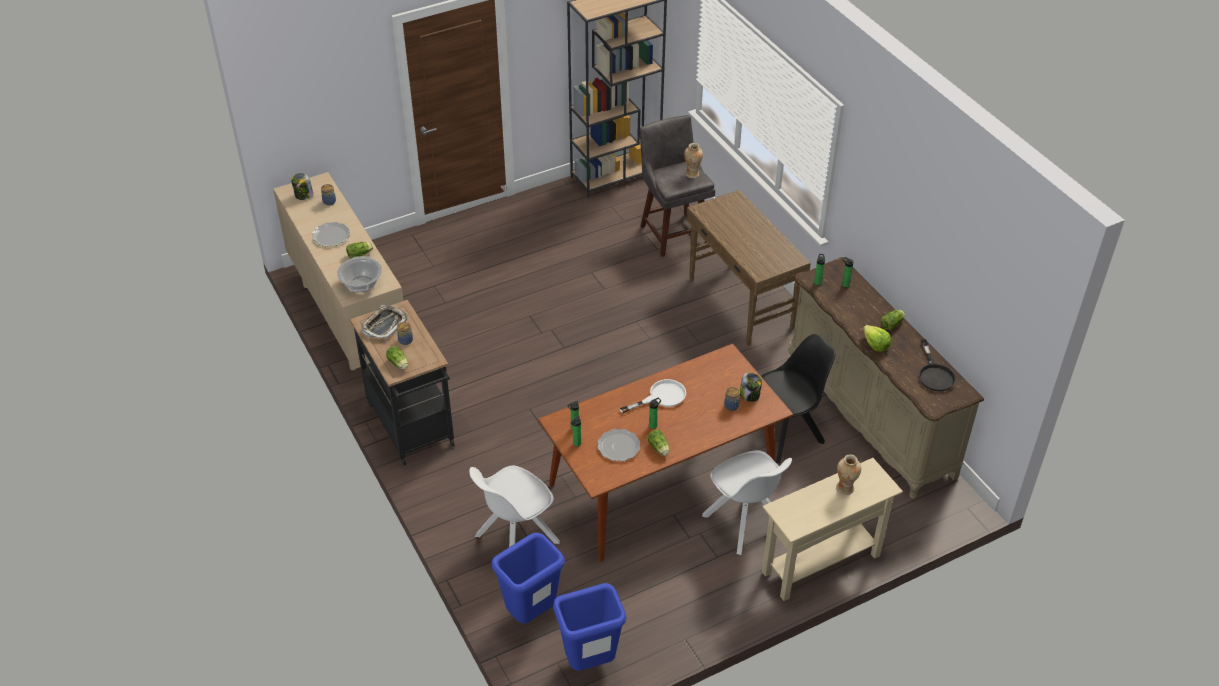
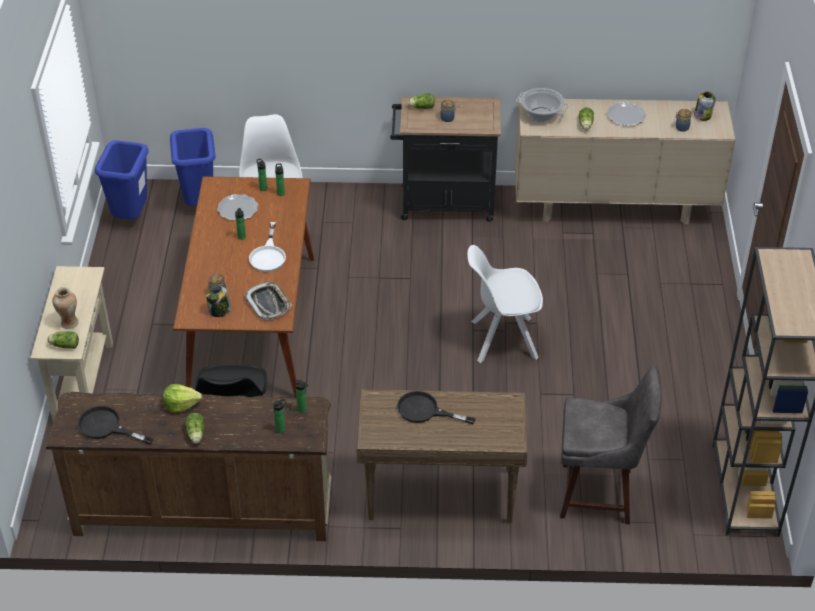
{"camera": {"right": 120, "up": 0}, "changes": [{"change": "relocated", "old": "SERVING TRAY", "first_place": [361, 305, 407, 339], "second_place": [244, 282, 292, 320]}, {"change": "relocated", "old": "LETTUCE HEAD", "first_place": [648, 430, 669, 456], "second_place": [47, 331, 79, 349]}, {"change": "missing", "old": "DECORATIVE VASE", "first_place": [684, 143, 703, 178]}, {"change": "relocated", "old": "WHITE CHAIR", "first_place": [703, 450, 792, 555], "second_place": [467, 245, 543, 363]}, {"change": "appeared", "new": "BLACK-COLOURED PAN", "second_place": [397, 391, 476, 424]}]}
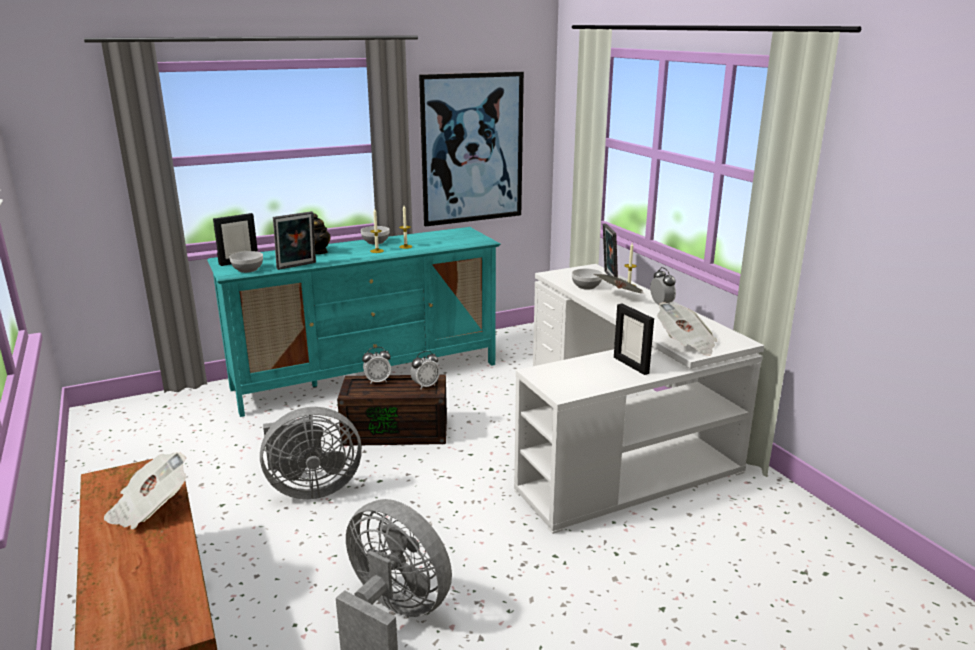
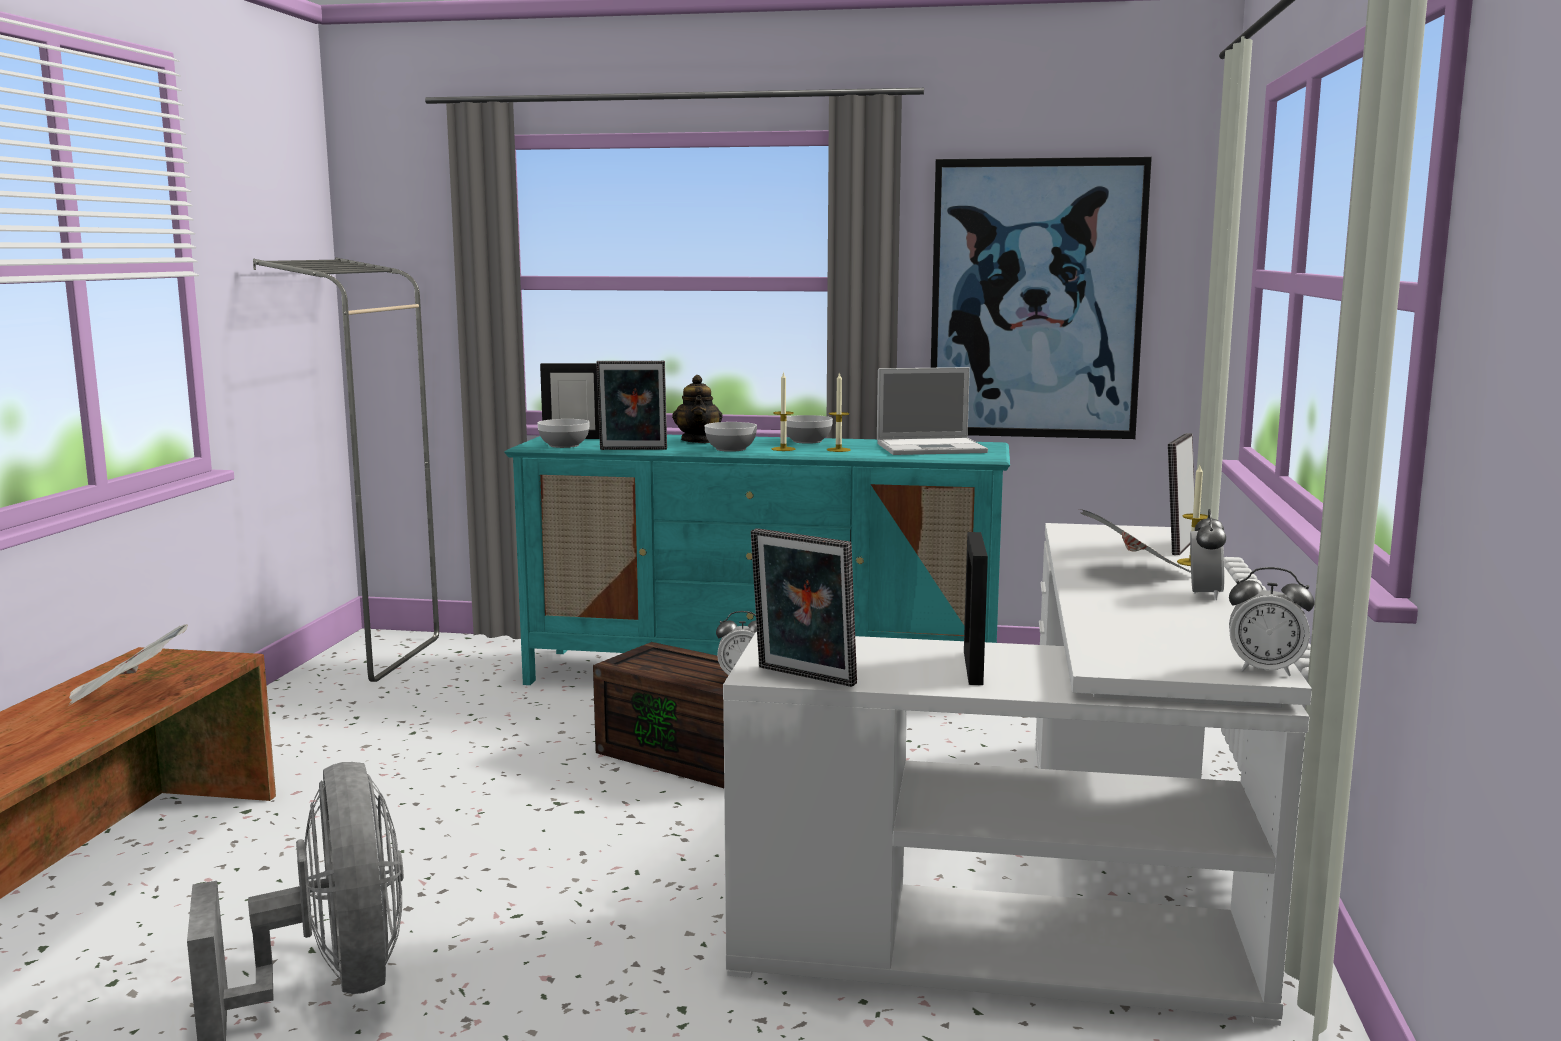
{"camera": {"right": 35, "up": -10}, "changes": [{"change": "missing", "old": "GREYISH FAN", "first_place": [260, 407, 362, 499]}, {"change": "relocated", "old": "ALARM CLOCK", "first_place": [362, 347, 391, 384], "second_place": [1229, 567, 1314, 676]}, {"change": "relocated", "old": "BOWL", "first_place": [572, 268, 603, 290], "second_place": [705, 422, 757, 452]}, {"change": "missing", "old": "NEWSPAPER", "first_place": [657, 302, 717, 356]}, {"change": "appeared", "new": "GREYISH CLOTHES RACK", "second_place": [253, 257, 439, 682]}, {"change": "appeared", "new": "PHOTO FRAME", "second_place": [751, 528, 857, 687]}, {"change": "appeared", "new": "NOTEBOOK COMPUTER", "second_place": [877, 367, 988, 455]}]}
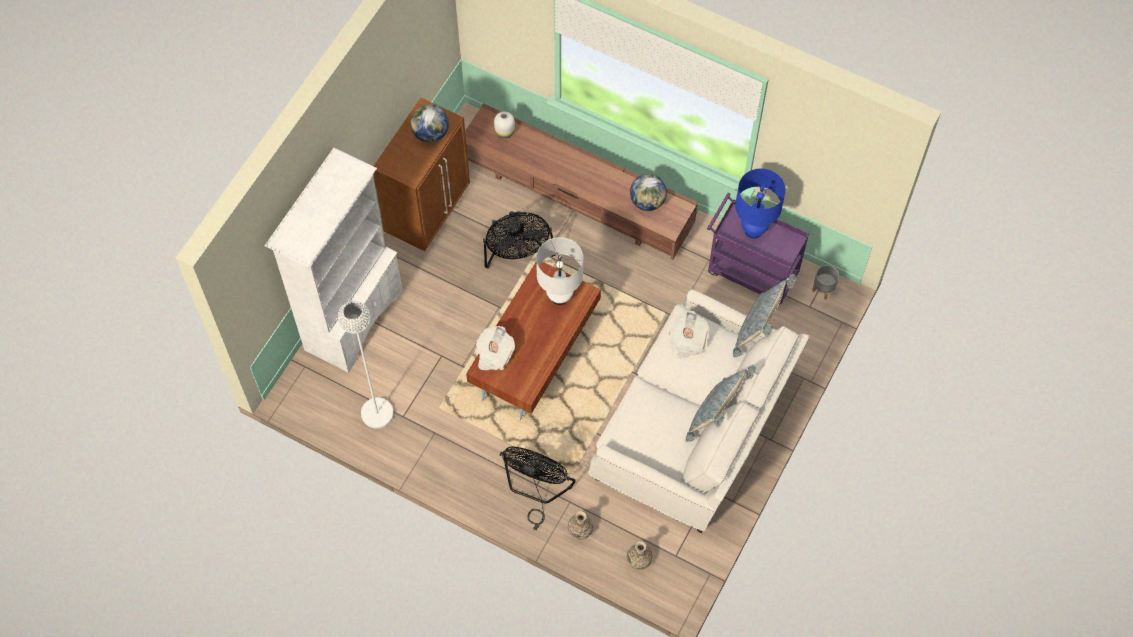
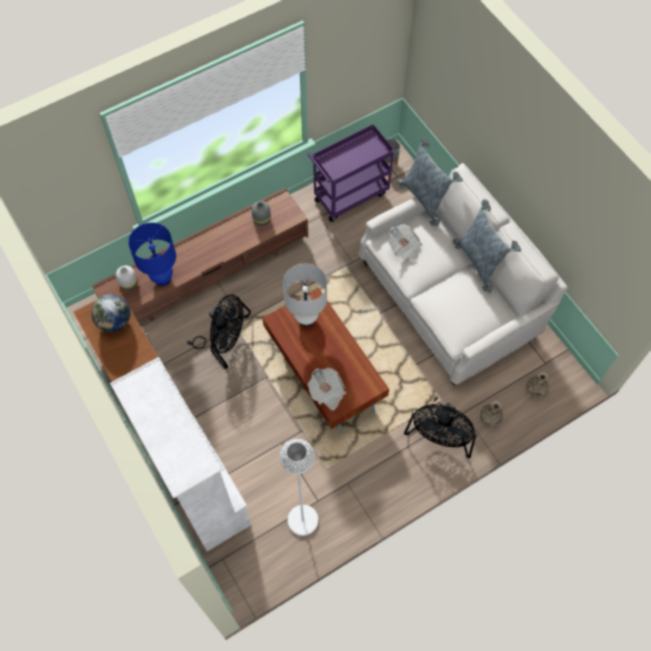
{"camera": {"right": -60, "up": 0}, "changes": [{"change": "spun", "old": "BLACK-COLOURED FAN", "first_place": [499, 447, 576, 531], "second_place": [404, 396, 477, 458], "degrees": -120}, {"change": "exchanged", "old": "WORLD GLOBE", "new": "GREYISH DECORATIVE VASE", "first_place": [630, 174, 667, 211], "second_place": [252, 201, 271, 225]}, {"change": "relocated", "old": "BLUE-COLOURED TABLETOP LAMP", "first_place": [735, 168, 786, 239], "second_place": [128, 223, 176, 286]}]}
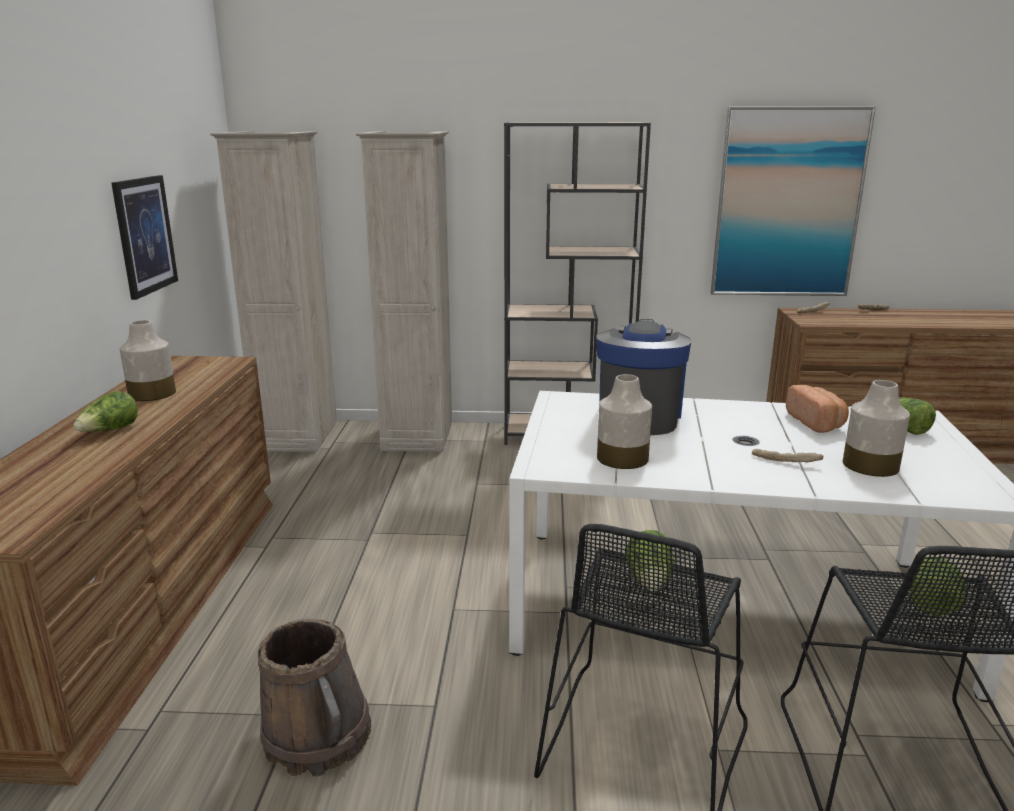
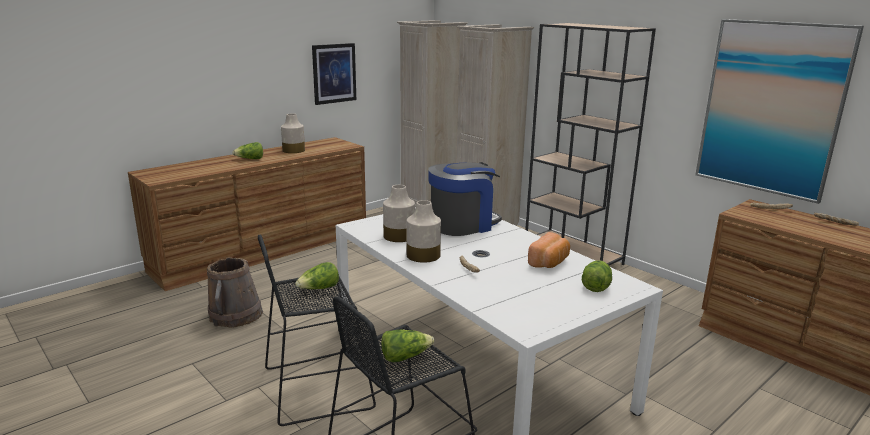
{"camera": {"right": 45, "up": 0}, "changes": [{"change": "relocated", "old": "SAND-COLOURED DECORATIVE VASE", "first_place": [843, 380, 910, 477], "second_place": [407, 200, 441, 263]}]}
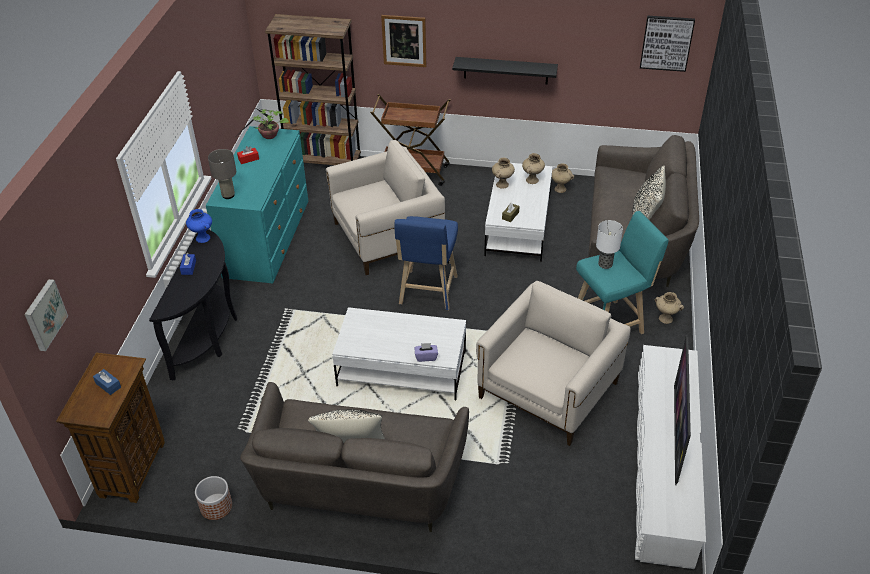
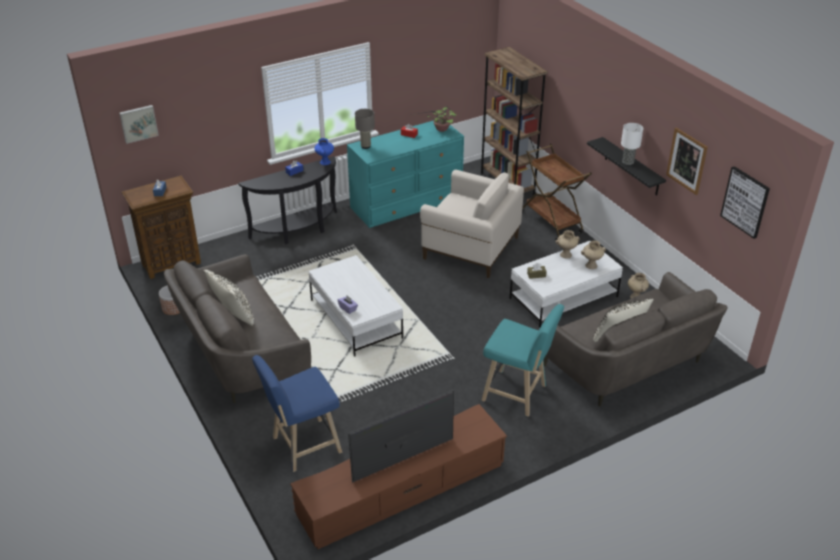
{"camera": {"right": 50, "up": -5}, "changes": [{"change": "relocated", "old": "WALL PICTURE", "first_place": [381, 15, 426, 67], "second_place": [666, 128, 708, 195]}, {"change": "relocated", "old": "BLUE-COLOURED SITTING STOOL", "first_place": [394, 216, 458, 310], "second_place": [252, 355, 342, 472]}, {"change": "missing", "old": "SAND-COLOURED ARMCHAIR", "first_place": [476, 281, 631, 446]}, {"change": "relocated", "old": "TABLETOP LAMP", "first_place": [596, 220, 623, 269], "second_place": [621, 123, 643, 165]}, {"change": "colour", "old": "WHITE MEDIA CONSOLE", "new": "BROWN-COLOURED MEDIA CONSOLE", "first_place": [635, 345, 706, 569], "second_place": [290, 404, 507, 549]}, {"change": "missing", "old": "SAND-COLOURED DECORATIVE VASE", "first_place": [655, 292, 684, 324]}]}
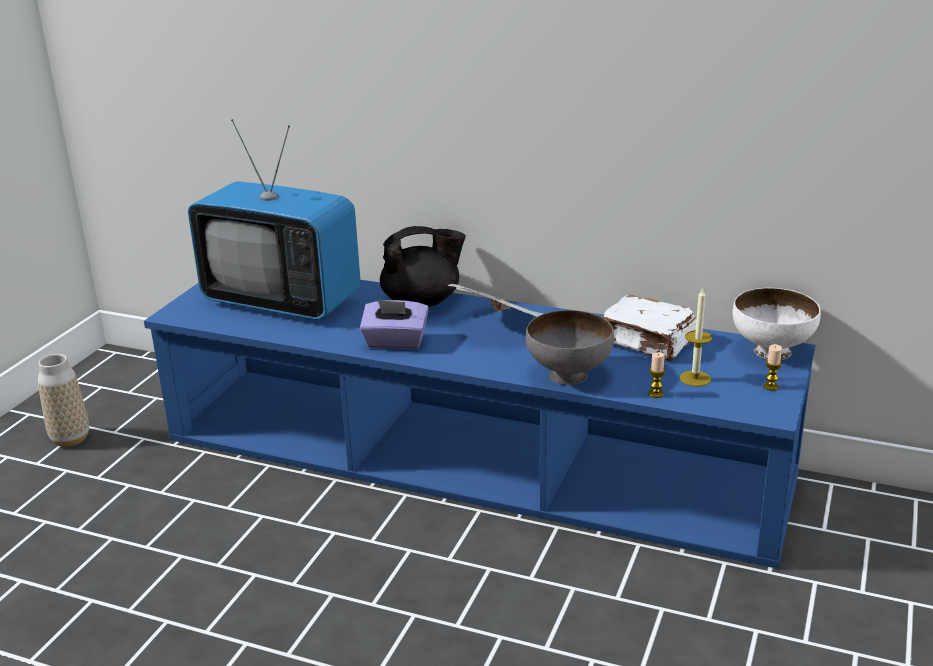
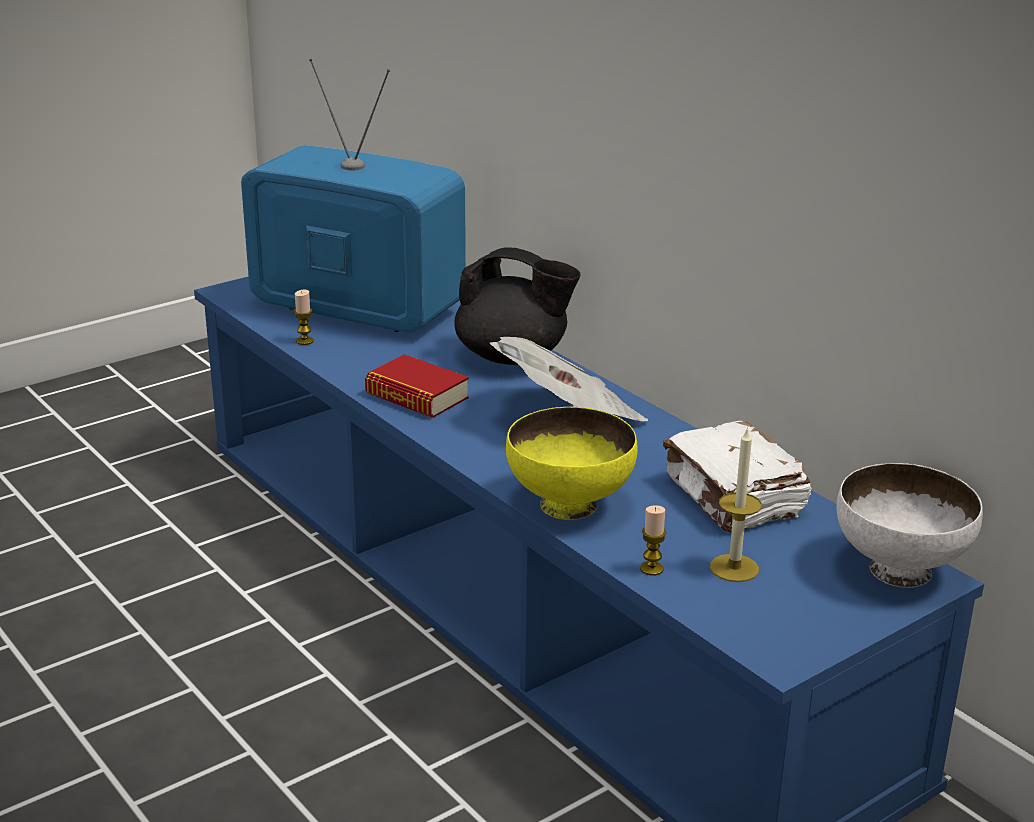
{"camera": {"right": 30, "up": 0}, "changes": [{"change": "missing", "old": "DECORATIVE VASE", "first_place": [38, 354, 89, 447]}, {"change": "spun", "old": "TV SET", "first_place": [188, 119, 361, 320], "second_place": [241, 59, 466, 333], "degrees": 150}, {"change": "exchanged", "old": "PURPLE-COLOURED TISSUE BOX", "new": "VOLUME", "first_place": [360, 300, 429, 350], "second_place": [365, 354, 469, 418]}, {"change": "colour", "old": "GREYISH BOWL", "new": "YELLOW-COLOURED BOWL", "first_place": [526, 310, 614, 385], "second_place": [506, 407, 638, 520]}, {"change": "relocated", "old": "WAX CANDLE", "first_place": [763, 344, 782, 391], "second_place": [294, 290, 314, 345]}]}
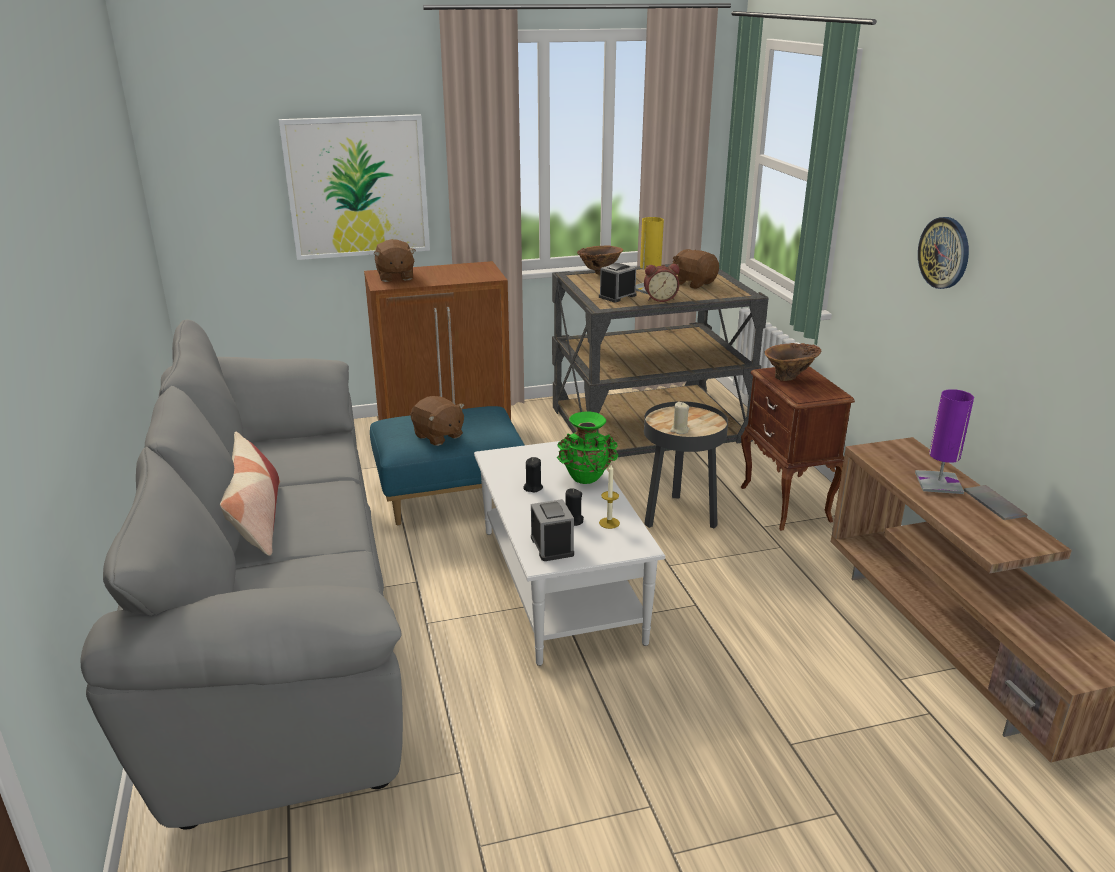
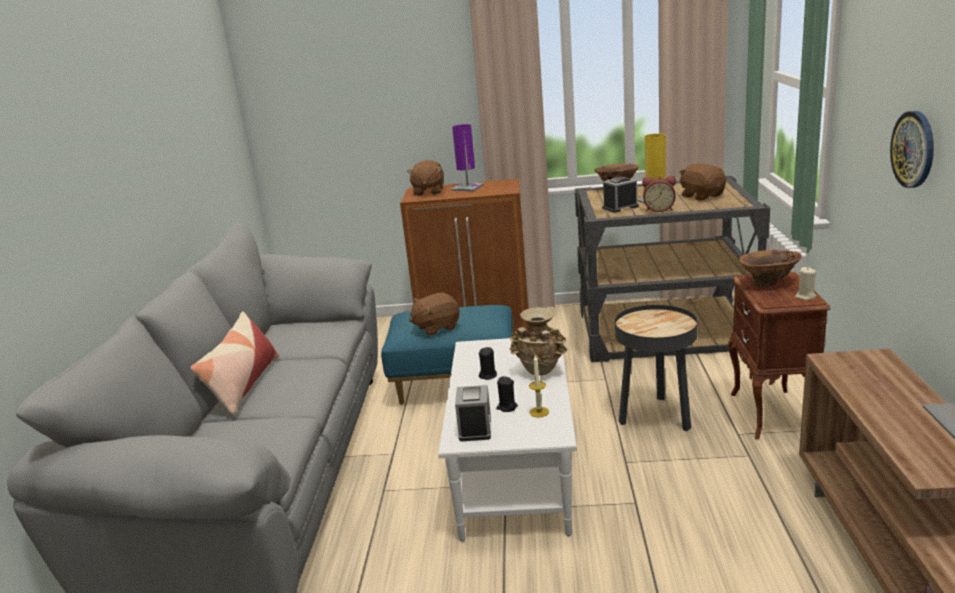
{"camera": {"right": 20, "up": -5}, "changes": [{"change": "missing", "old": "WALL PICTURE", "first_place": [279, 114, 430, 260]}, {"change": "spun", "old": "BROWN-COLOURED CUDDLY TOY", "first_place": [410, 396, 464, 446], "second_place": [409, 293, 460, 336], "degrees": 90}, {"change": "colour", "old": "GREENISH DECORATIVE VASE", "new": "SAND-COLOURED DECORATIVE VASE", "first_place": [557, 412, 618, 484], "second_place": [510, 307, 567, 375]}, {"change": "relocated", "old": "SAND-COLOURED WAX CANDLE", "first_place": [670, 402, 689, 434], "second_place": [795, 267, 816, 300]}, {"change": "relocated", "old": "PURPLE-COLOURED TABLETOP LAMP", "first_place": [915, 389, 974, 494], "second_place": [451, 124, 484, 191]}]}
